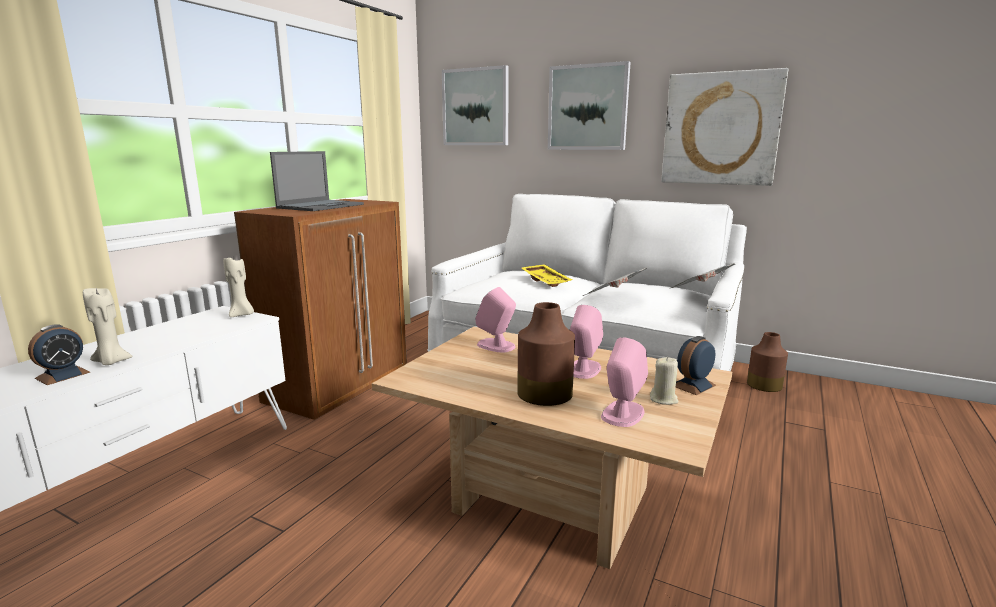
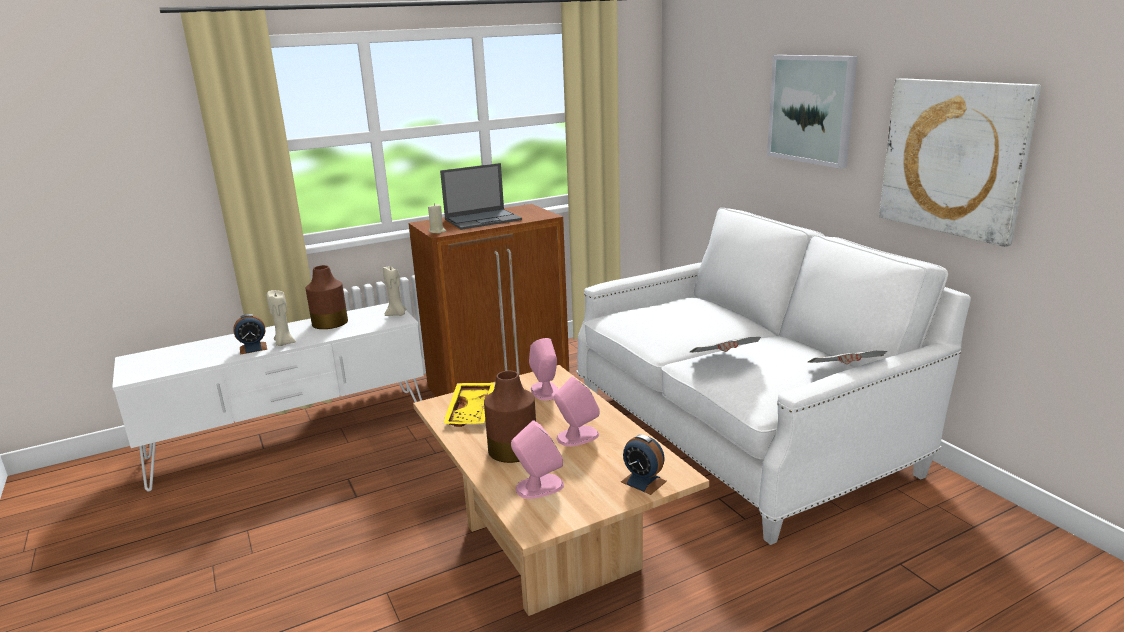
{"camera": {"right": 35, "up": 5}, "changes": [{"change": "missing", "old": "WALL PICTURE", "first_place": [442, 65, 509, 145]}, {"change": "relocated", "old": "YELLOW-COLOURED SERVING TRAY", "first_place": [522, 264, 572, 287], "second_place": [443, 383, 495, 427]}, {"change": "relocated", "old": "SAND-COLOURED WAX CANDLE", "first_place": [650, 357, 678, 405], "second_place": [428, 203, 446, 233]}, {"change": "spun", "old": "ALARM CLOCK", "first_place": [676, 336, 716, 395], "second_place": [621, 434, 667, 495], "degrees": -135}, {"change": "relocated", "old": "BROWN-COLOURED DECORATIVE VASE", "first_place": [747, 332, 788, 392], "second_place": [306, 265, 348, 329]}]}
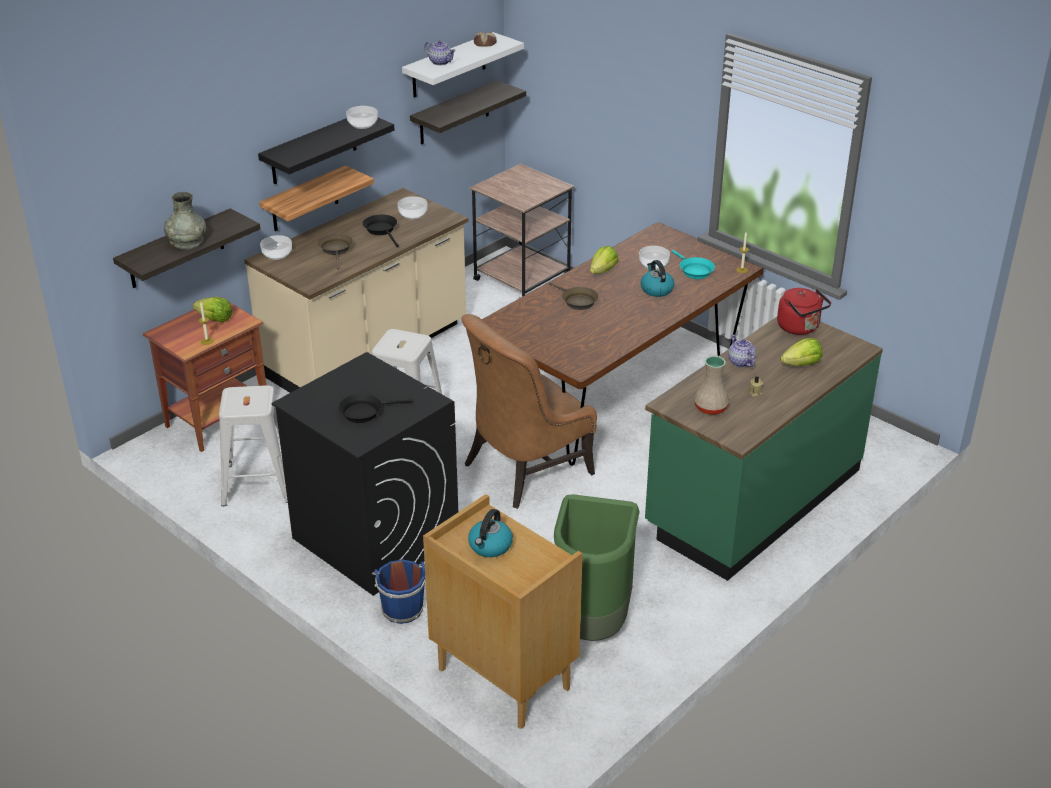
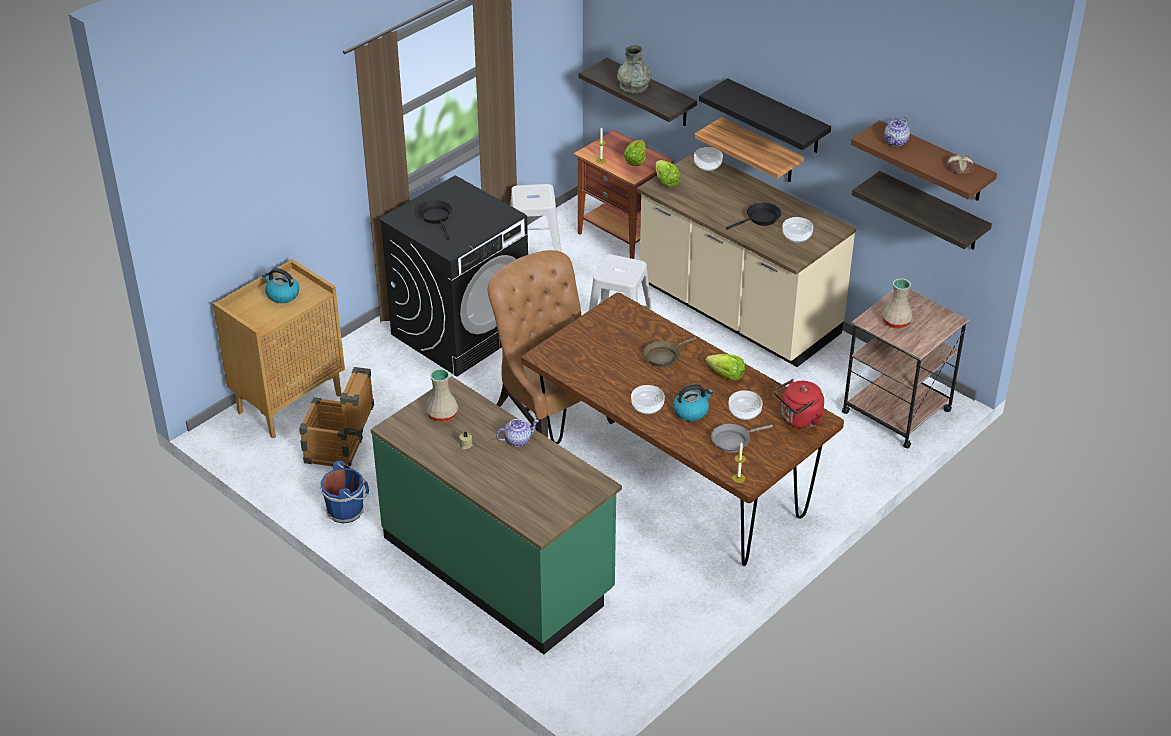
{"camera": {"right": 90, "up": 5}, "changes": [{"change": "missing", "old": "BROWN-COLOURED PAN", "first_place": [317, 233, 353, 270]}, {"change": "relocated", "old": "BOWL", "first_place": [346, 106, 378, 129], "second_place": [631, 385, 665, 414]}, {"change": "relocated", "old": "BLUE-COLOURED PAIL", "first_place": [372, 560, 425, 624], "second_place": [320, 461, 369, 524]}, {"change": "colour", "old": "WHITE BRACKET SHELF", "new": "BROWN-COLOURED BRACKET SHELF", "first_place": [402, 32, 524, 98], "second_place": [851, 120, 997, 201]}, {"change": "exchanged", "old": "GREENISH TRASH CAN", "new": "SHIPPING CRATE", "first_place": [554, 494, 640, 641], "second_place": [299, 367, 374, 469]}, {"change": "colour", "old": "TURQUOISE-COLOURED PAN", "new": "GREYISH PAN", "first_place": [672, 250, 715, 279], "second_place": [711, 424, 773, 453]}, {"change": "relocated", "old": "RED-COLOURED WATER KETTLE", "first_place": [777, 288, 831, 335], "second_place": [774, 379, 824, 429]}, {"change": "relocated", "old": "LETTUCE HEAD", "first_place": [780, 338, 822, 366], "second_place": [656, 160, 680, 187]}, {"change": "appeared", "new": "SAND-COLOURED DECORATIVE VASE", "second_place": [882, 278, 912, 328]}]}
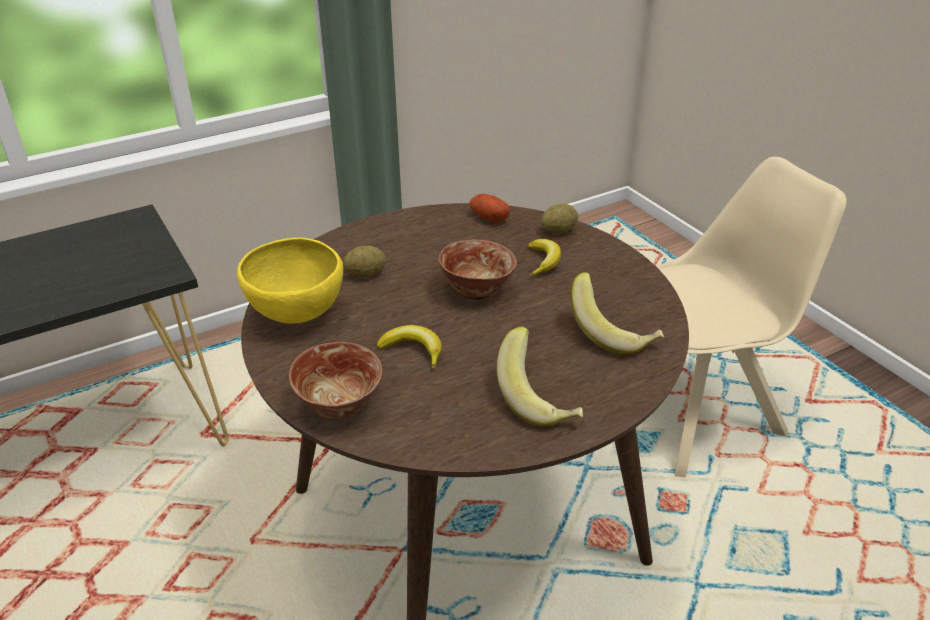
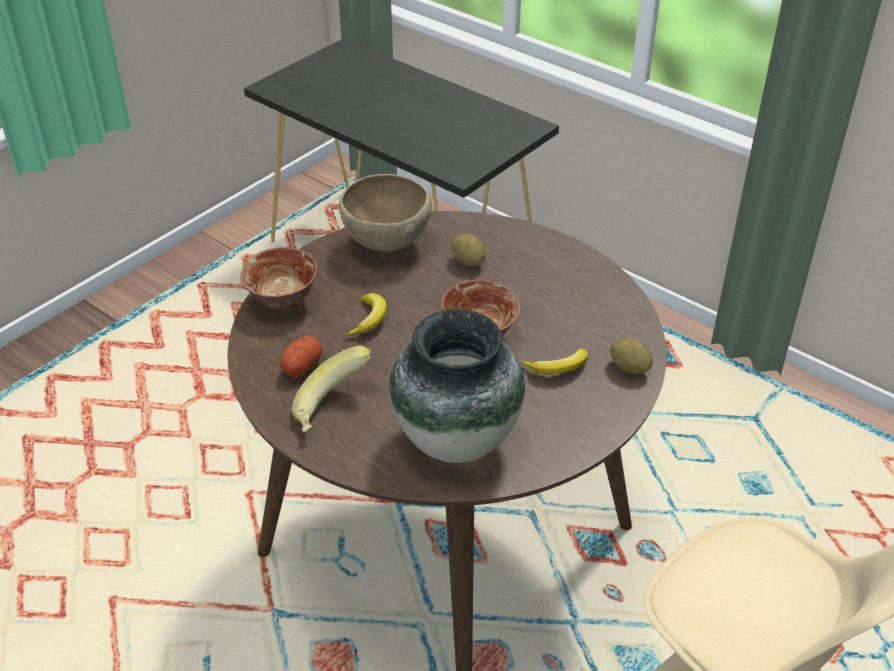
{"camera": {"right": 70, "up": 5}, "changes": [{"change": "colour", "old": "YELLOW-COLOURED BOWL", "new": "BROWN-COLOURED BOWL", "first_place": [237, 238, 343, 324], "second_place": [339, 174, 432, 252]}, {"change": "relocated", "old": "WHOLE POTATO", "first_place": [469, 194, 509, 222], "second_place": [280, 336, 323, 377]}, {"change": "exchanged", "old": "BANANA FRUIT", "new": "DECORATIVE VASE", "first_place": [570, 272, 664, 355], "second_place": [389, 309, 525, 463]}]}
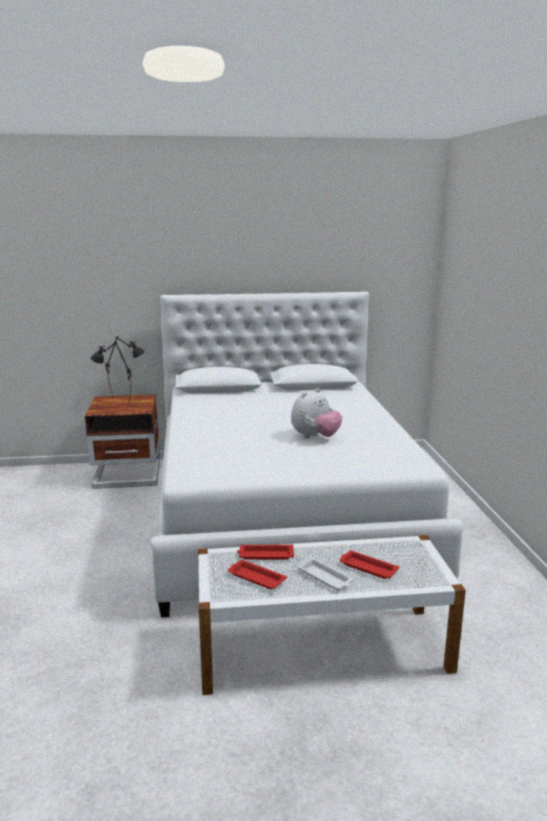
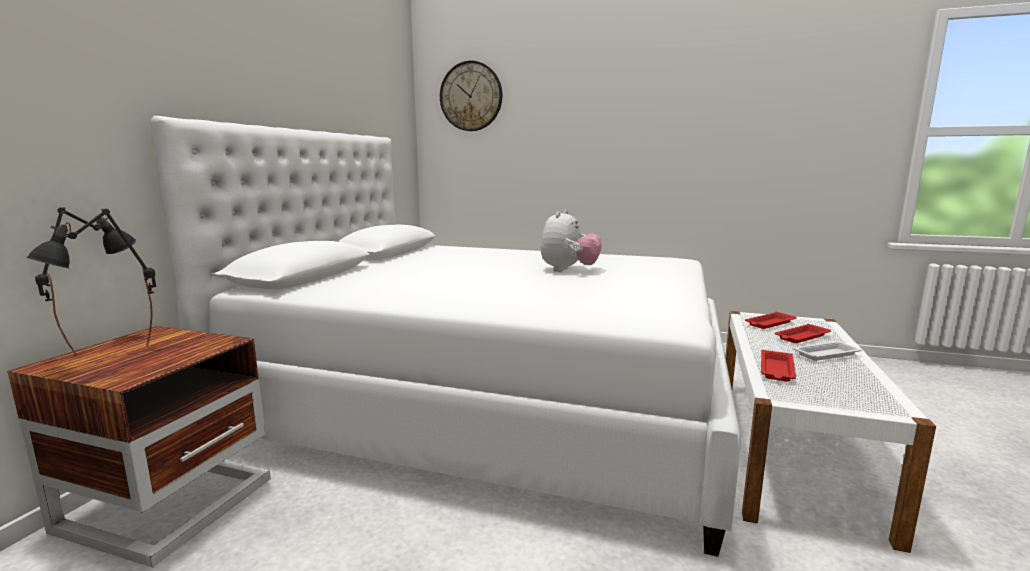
{"camera": {"right": -65, "up": -5}, "changes": [{"change": "relocated", "old": "RED-COLOURED SERVING TRAY", "first_place": [228, 560, 287, 589], "second_place": [745, 312, 796, 329]}, {"change": "spun", "old": "CUDDLY TOY", "first_place": [291, 388, 342, 439], "second_place": [541, 210, 602, 272], "degrees": 45}, {"change": "appeared", "new": "HANGING CLOCK", "second_place": [440, 61, 502, 131]}]}
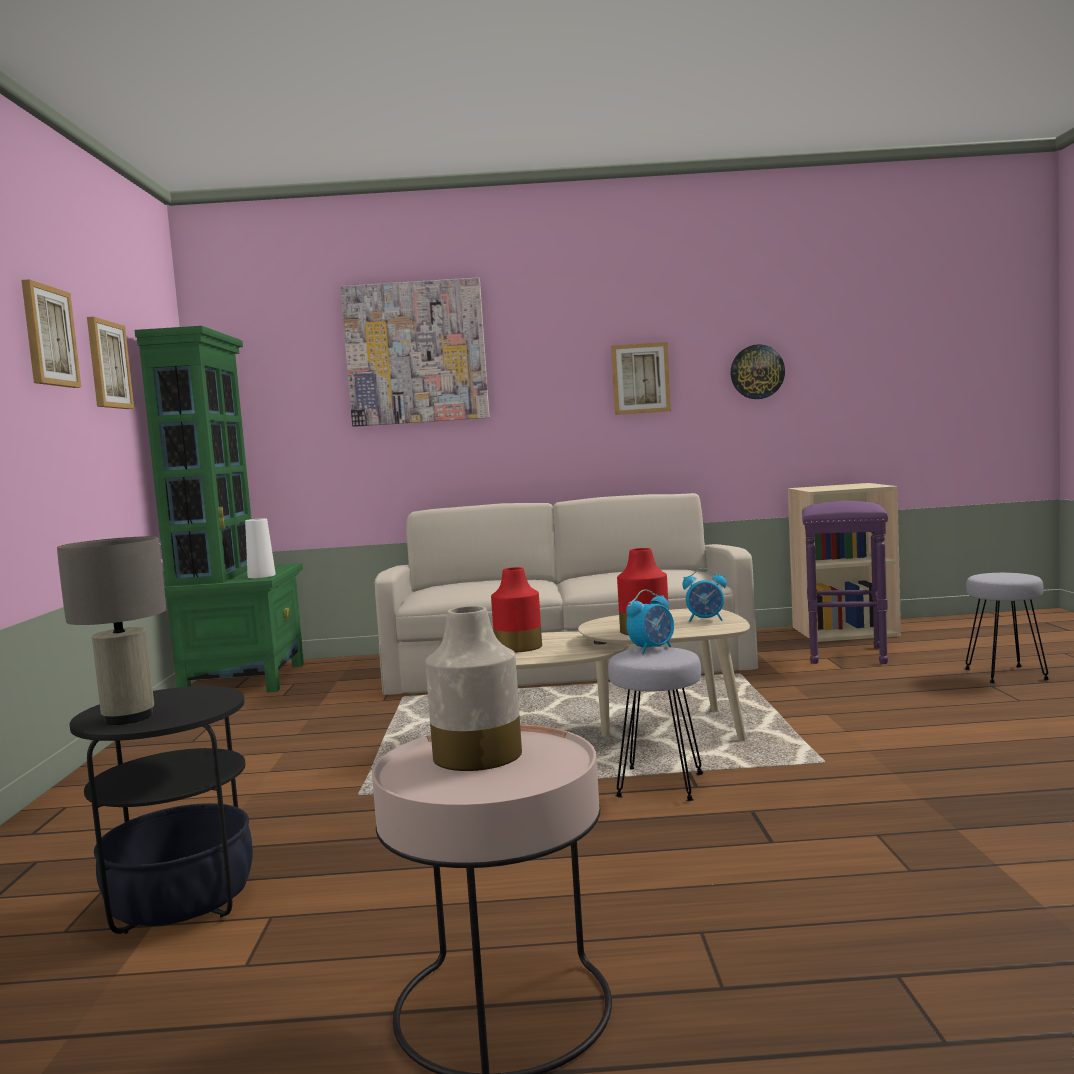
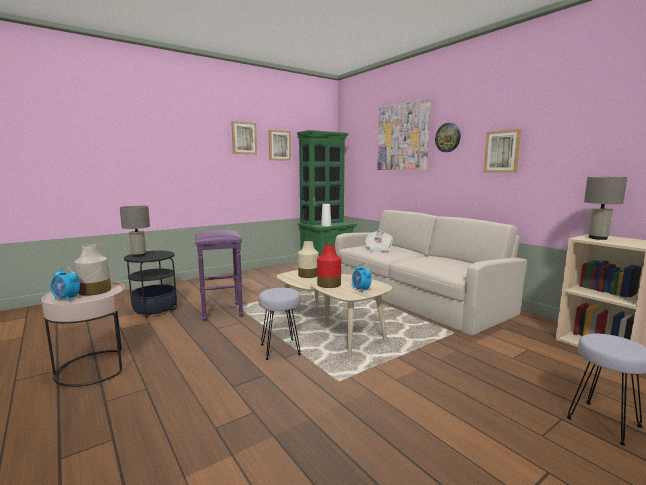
{"camera": {"right": 55, "up": 5}, "changes": [{"change": "colour", "old": "RED-COLOURED DECORATIVE VASE", "new": "SAND-COLOURED DECORATIVE VASE", "first_place": [491, 567, 542, 653], "second_place": [298, 241, 319, 278]}, {"change": "relocated", "old": "ALARM CLOCK", "first_place": [626, 590, 674, 654], "second_place": [51, 266, 80, 302]}, {"change": "relocated", "old": "HANGING CLOCK", "first_place": [730, 344, 785, 399], "second_place": [435, 123, 461, 152]}, {"change": "relocated", "old": "PURPLE-COLOURED SITTING STOOL", "first_place": [802, 501, 888, 664], "second_place": [195, 230, 243, 321]}, {"change": "appeared", "new": "NEWSPAPER", "second_place": [365, 231, 393, 252]}, {"change": "appeared", "new": "GREYISH TABLETOP LAMP", "second_place": [584, 177, 627, 240]}]}
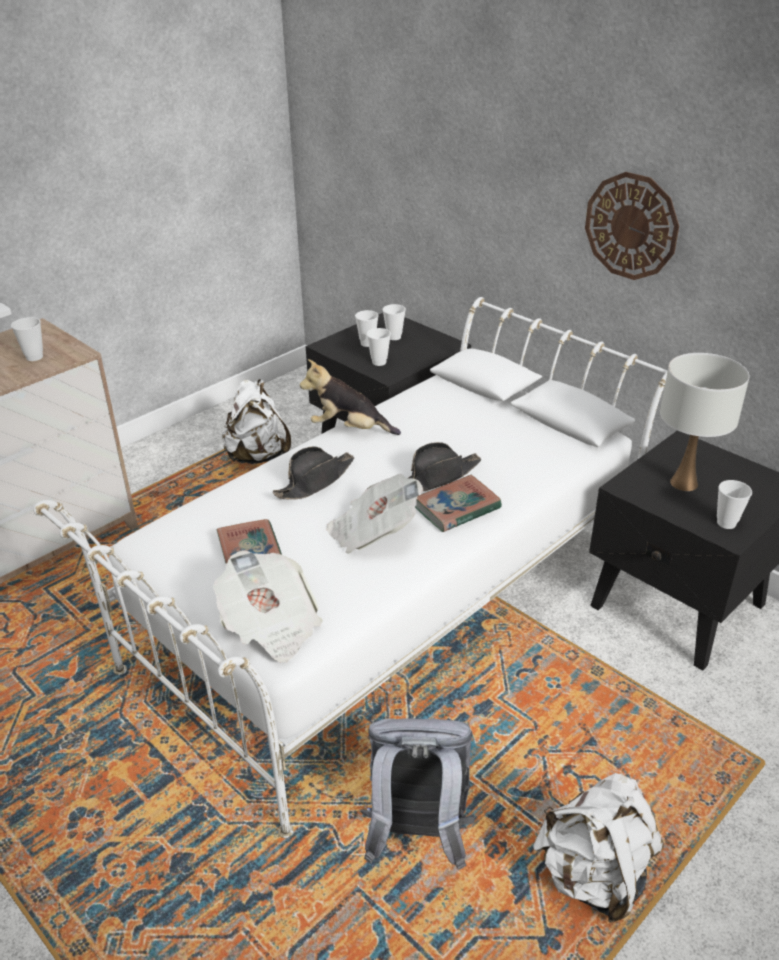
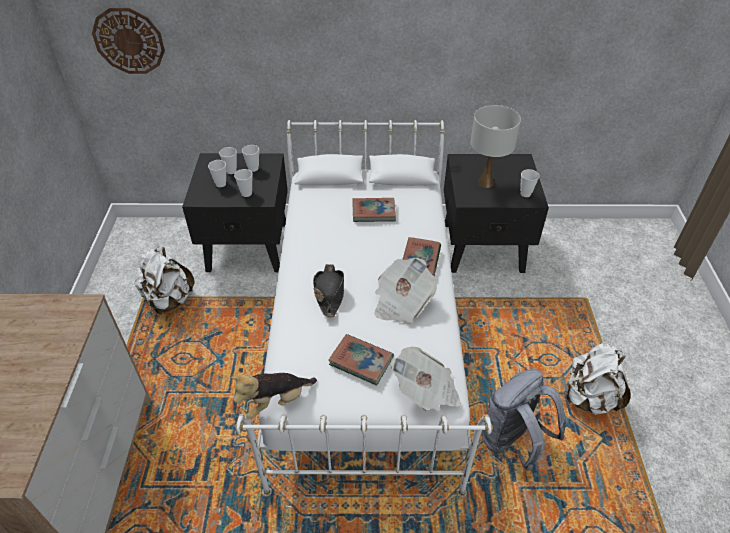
{"camera": {"right": -45, "up": 10}, "changes": [{"change": "relocated", "old": "DRINKING CUP", "first_place": [11, 317, 43, 361], "second_place": [242, 145, 259, 172]}, {"change": "relocated", "old": "CUDDLY TOY", "first_place": [300, 359, 401, 435], "second_place": [231, 373, 317, 419]}, {"change": "missing", "old": "BLACK-COLOURED HAT", "first_place": [408, 442, 481, 491]}, {"change": "relocated", "old": "HANGING CLOCK", "first_place": [585, 172, 679, 280], "second_place": [92, 8, 165, 74]}, {"change": "appeared", "new": "VOLUME", "second_place": [352, 198, 396, 222]}]}
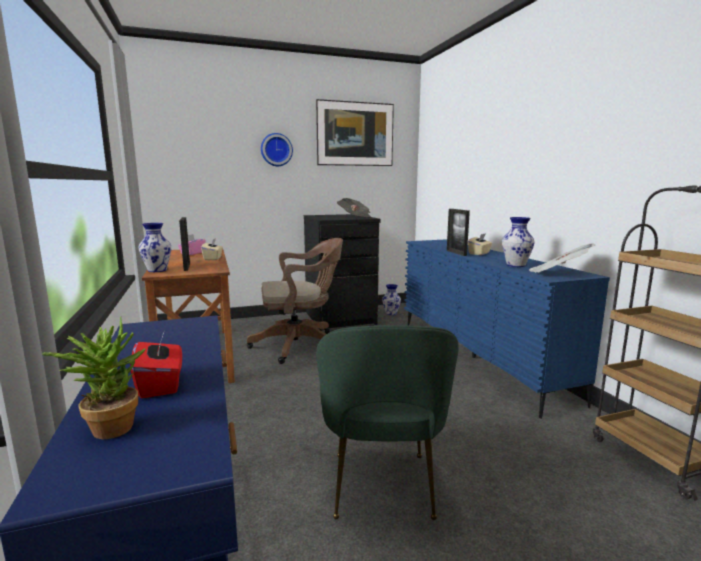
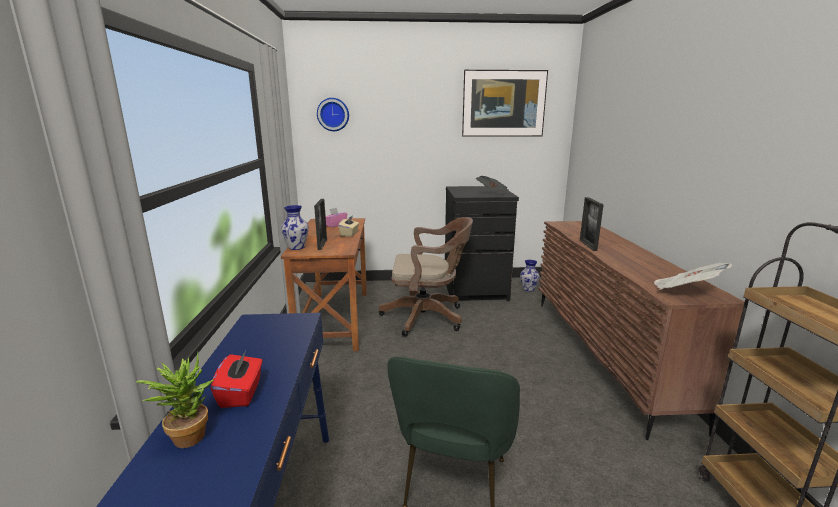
{"camera": {"right": 15, "up": 5}, "changes": [{"change": "relocated", "old": "HANGING CLOCK", "first_place": [261, 133, 293, 166], "second_place": [317, 98, 349, 131]}, {"change": "colour", "old": "BLUE-COLOURED DRAWER CHEST", "new": "BROWN-COLOURED DRAWER CHEST", "first_place": [404, 239, 610, 419], "second_place": [538, 221, 745, 441]}, {"change": "missing", "old": "SAND-COLOURED TISSUE BOX", "first_place": [468, 233, 492, 255]}, {"change": "missing", "old": "DECORATIVE VASE", "first_place": [502, 217, 534, 267]}]}
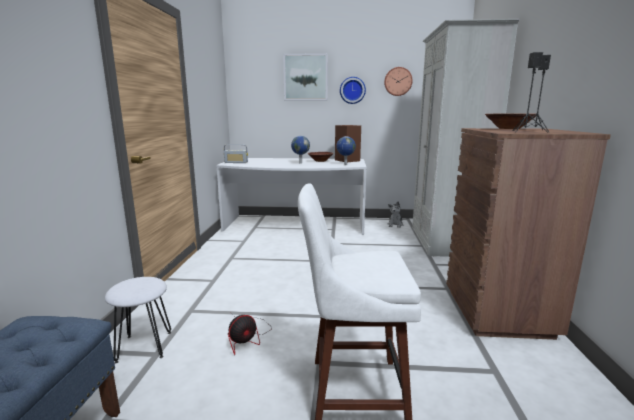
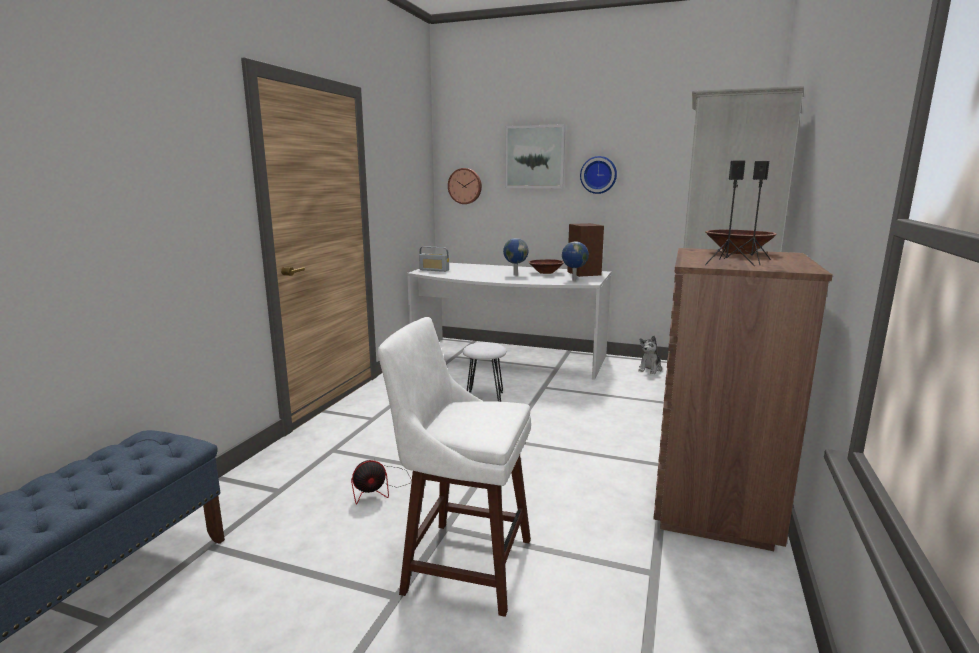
{"camera": {"right": 15, "up": 0}, "changes": [{"change": "relocated", "old": "WHITE SITTING STOOL", "first_place": [105, 277, 172, 363], "second_place": [463, 342, 507, 402]}, {"change": "relocated", "old": "HANGING CLOCK", "first_place": [384, 67, 413, 96], "second_place": [448, 168, 482, 204]}]}
